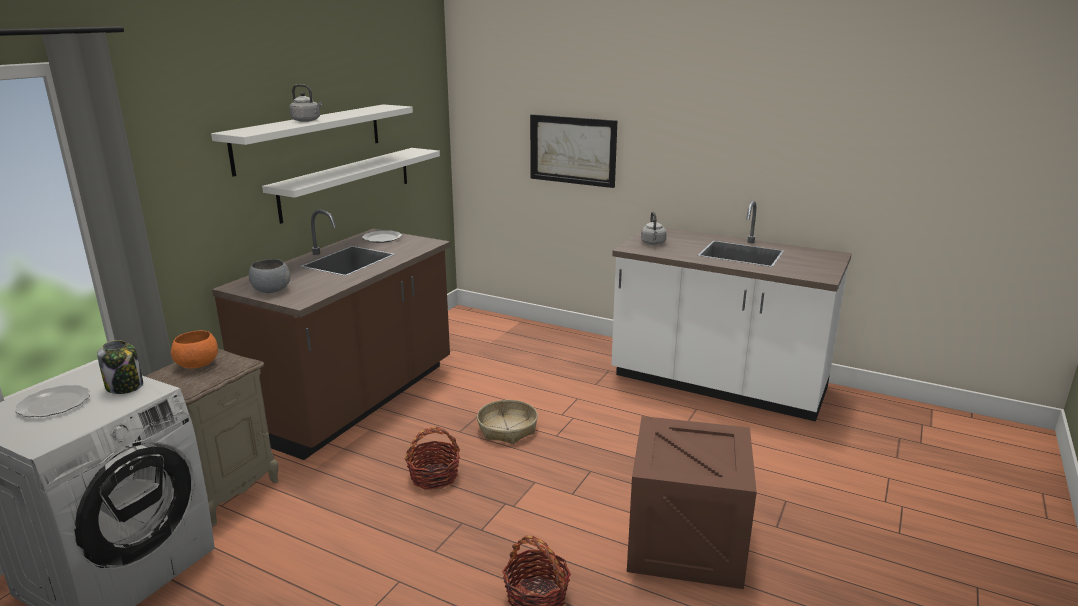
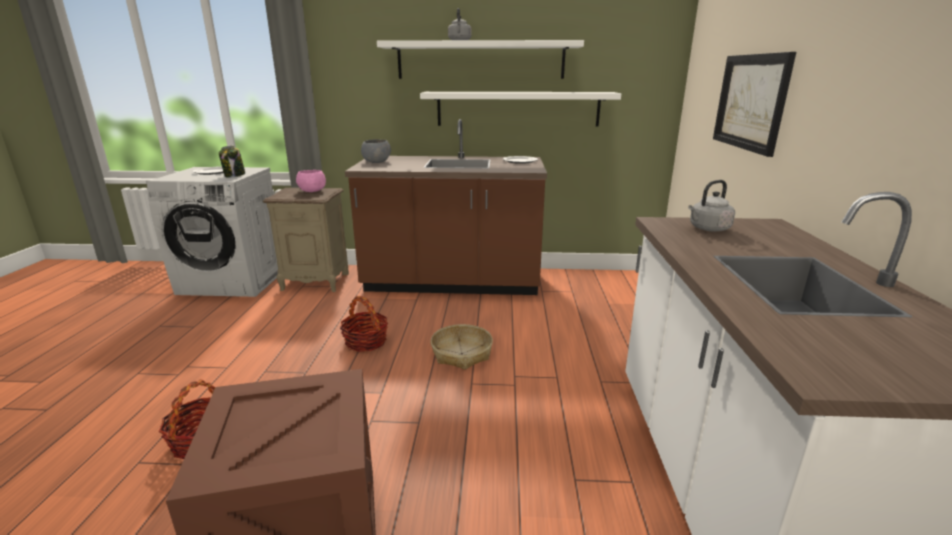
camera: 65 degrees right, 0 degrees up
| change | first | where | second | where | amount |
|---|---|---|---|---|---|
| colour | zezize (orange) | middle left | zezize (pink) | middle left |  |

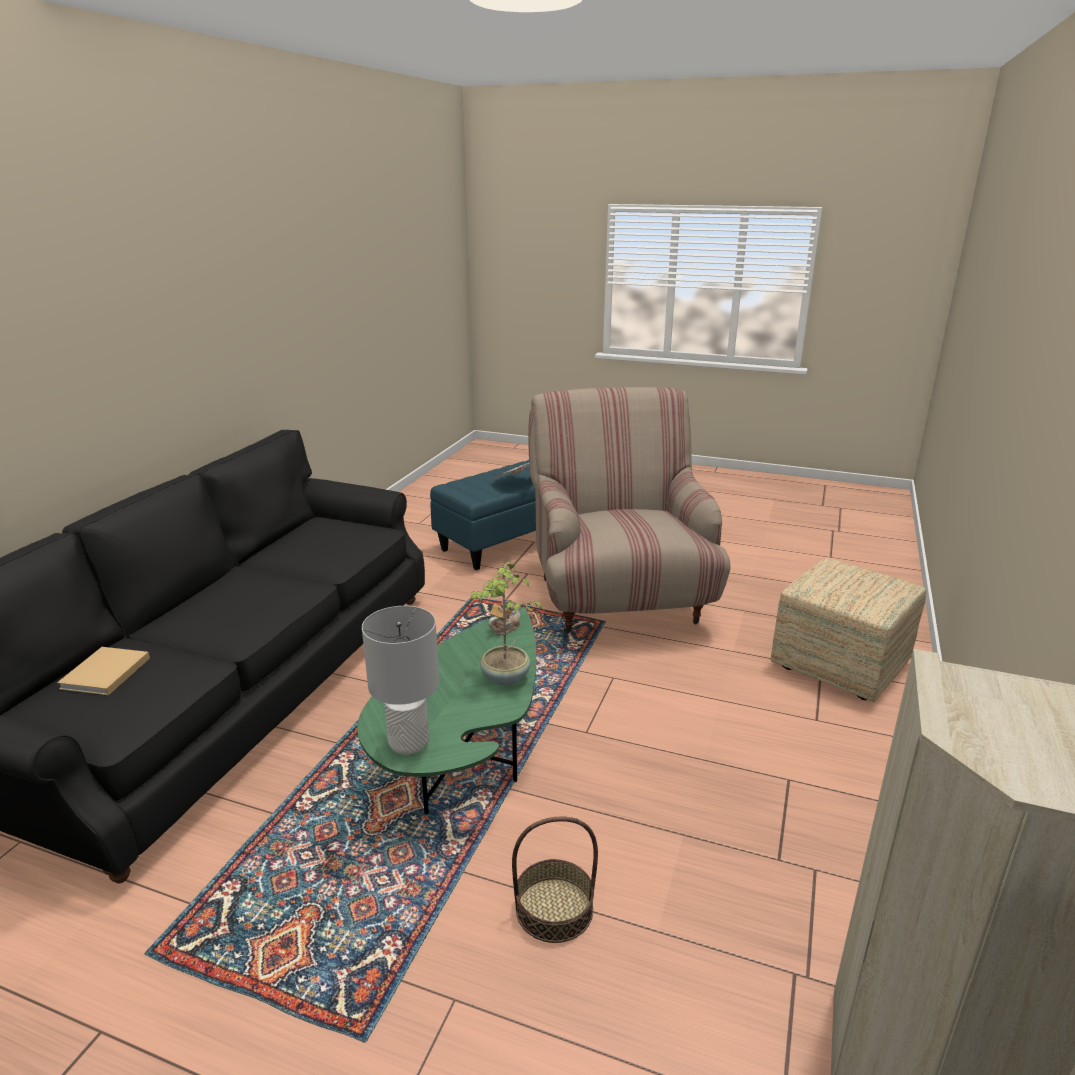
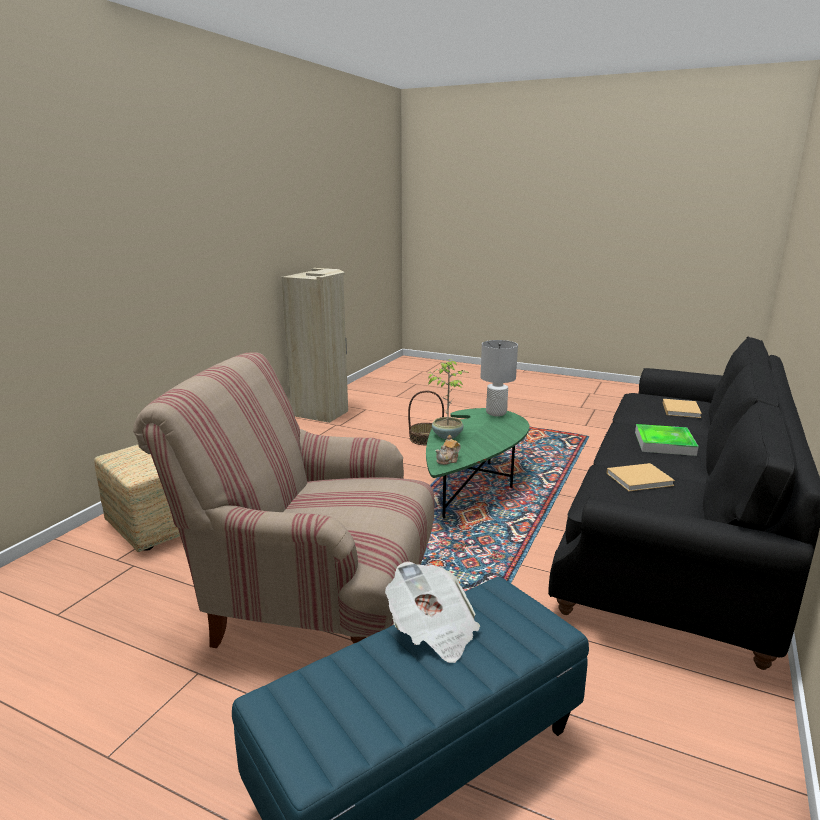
camera: 175 degrees left, 5 degrees down
| change | first | where | second | where | amount |
|---|---|---|---|---|---|
| spun | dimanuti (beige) | centre |  | centre | 105 degrees clockwise |
| appeared |  |  | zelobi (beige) (no. 1 from left) | middle right |  |
| appeared |  |  | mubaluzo | middle right |  |

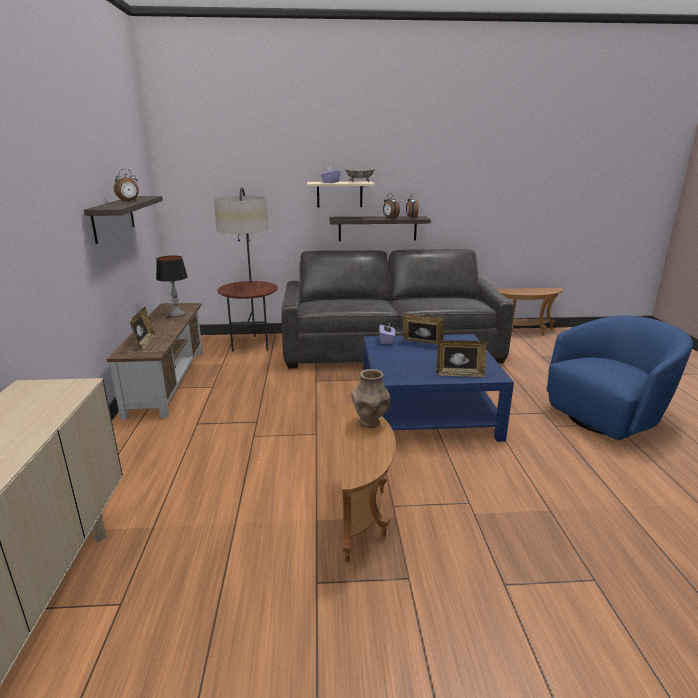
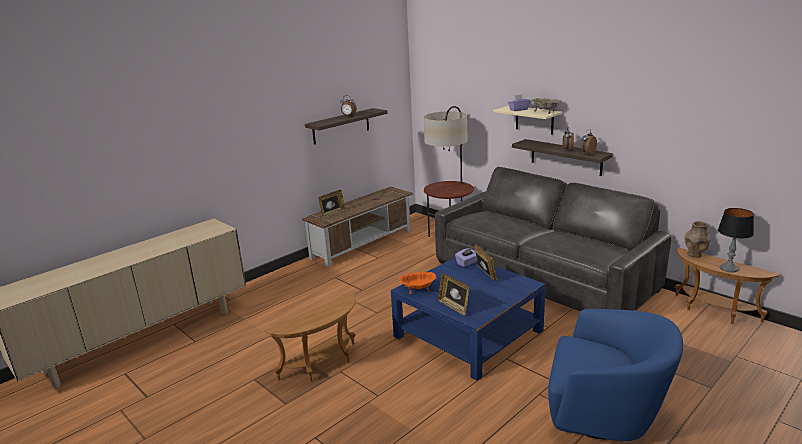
camera: 50 degrees right, 0 degrees up
| change | first | where | second | where | amount |
|---|---|---|---|---|---|
| relocated | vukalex | middle left |  | middle right |  |
| relocated | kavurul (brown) | centre |  | middle right |  |
| appeared |  |  | zezize (orange) | centre |  |

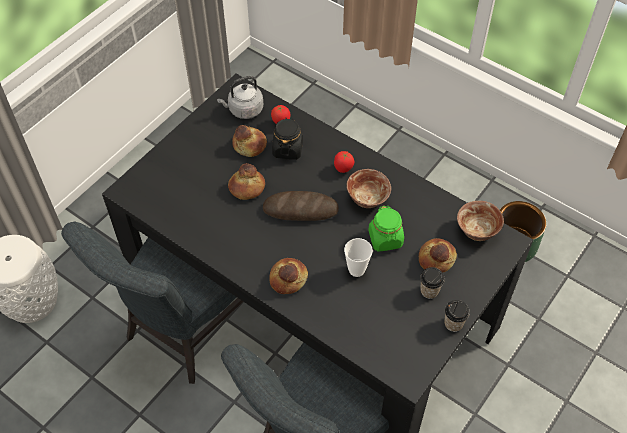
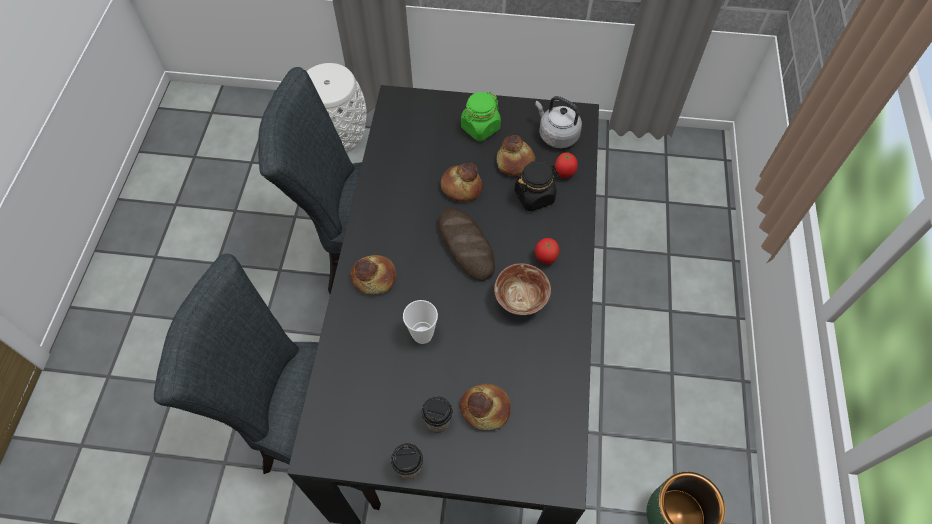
camera: 60 degrees right, 5 degrees up
| change | first | where | second | where | amount |
|---|---|---|---|---|---|
| relocated | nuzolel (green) | centre |  | top centre |  |
| missing | zezize (no. 2 from left) | middle right |  |  |  |

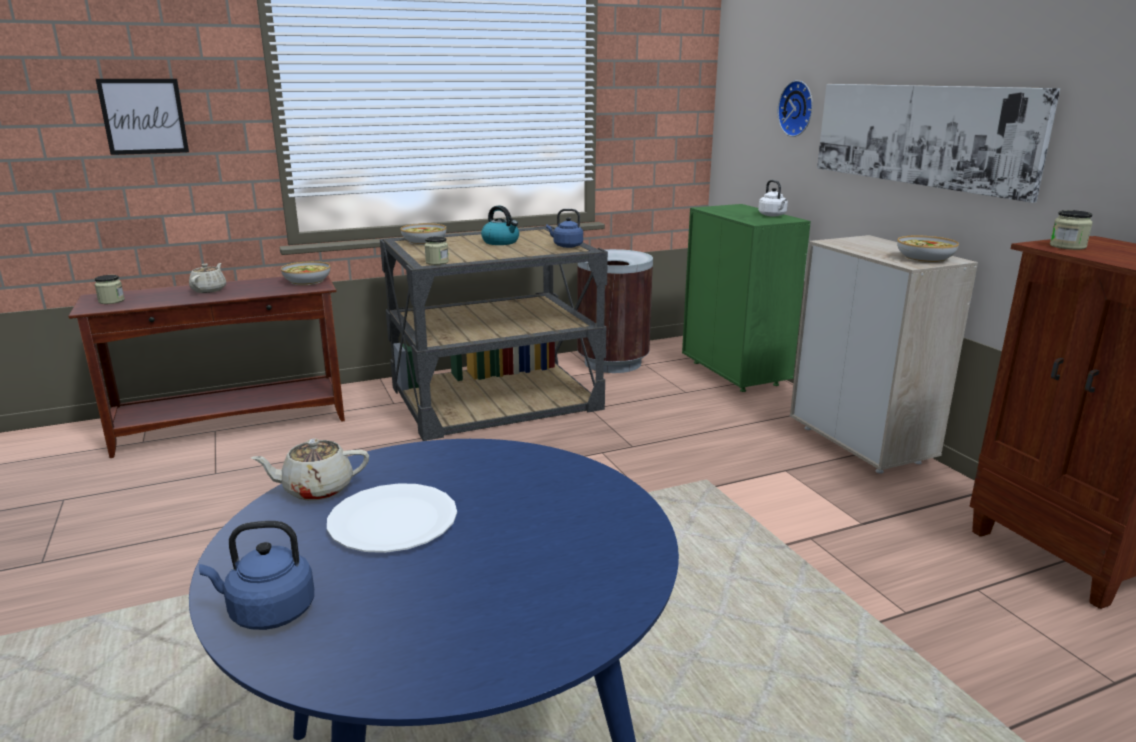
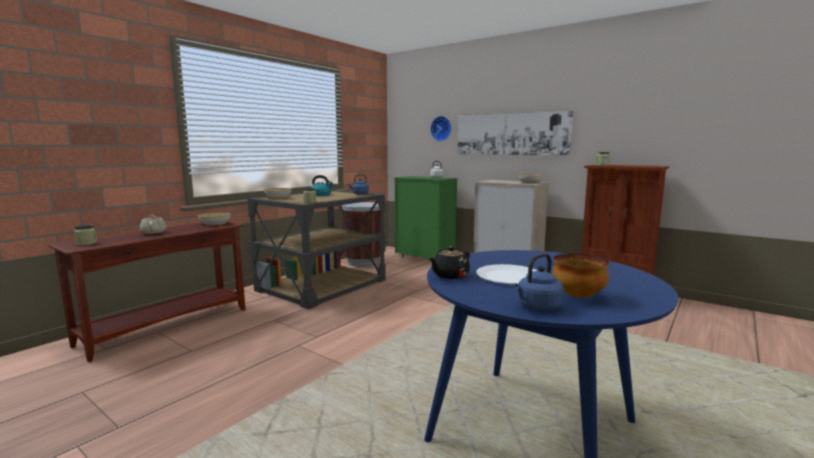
camera: 30 degrees left, 10 degrees down
| change | first | where | second | where | amount |
|---|---|---|---|---|---|
| missing | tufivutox (no. 1 from left) | top left |  |  |  |
| colour | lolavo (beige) (no. 2 from left) | middle left | lolavo (black) | centre |  |
| appeared |  |  | zezize (no. 4 from left) | middle right |  |

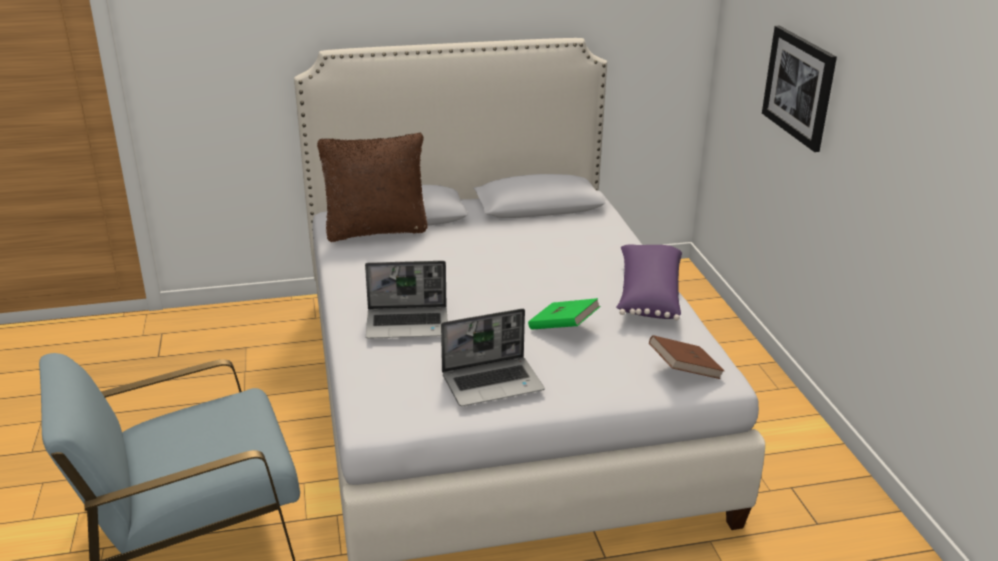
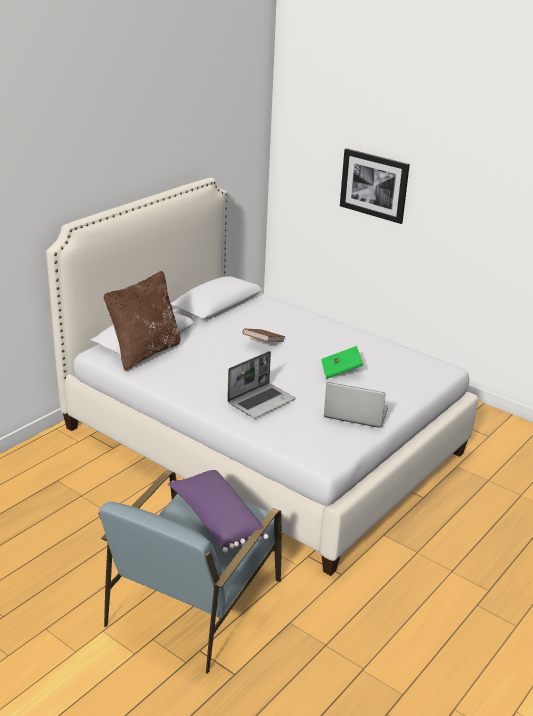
camera: 40 degrees left, 0 degrees up
| change | first | where | second | where | amount |
|---|---|---|---|---|---|
| spun | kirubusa (no. 2 from left) | centre |  | middle right | 105 degrees counterclockwise |
| relocated | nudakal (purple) | centre |  | bottom centre |  |
| relocated | zelobi (brown) | middle right |  | centre |  |

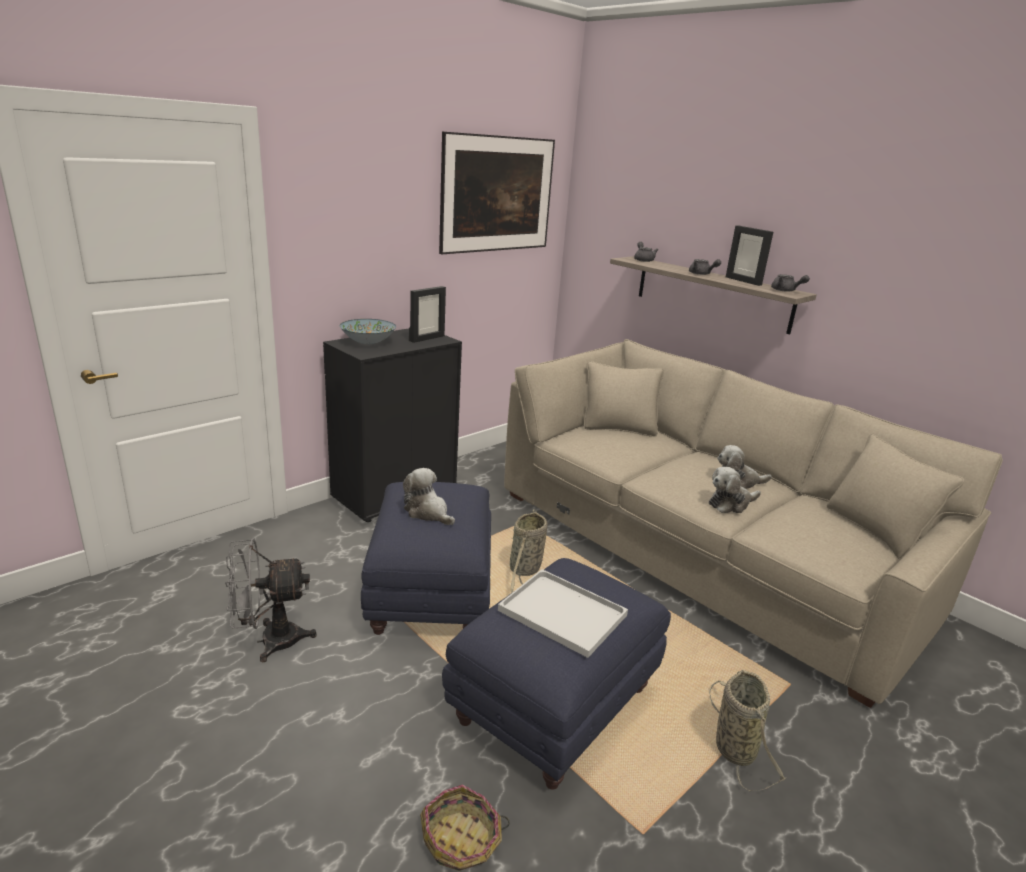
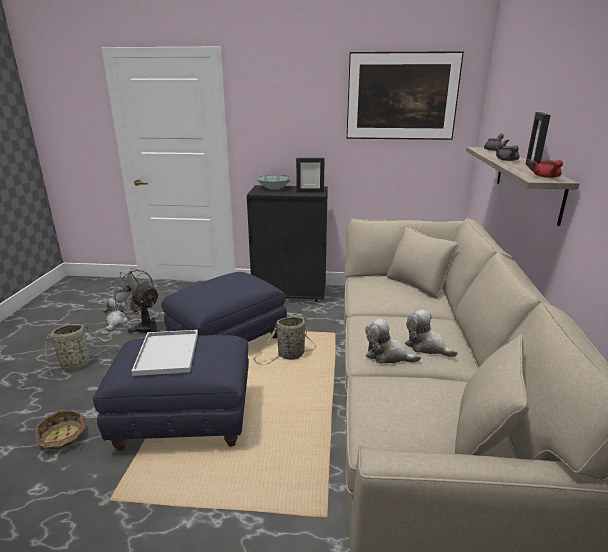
camera: 50 degrees right, 0 degrees up
| change | first | where | second | where | amount |
|---|---|---|---|---|---|
| relocated | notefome (no. 1 from left) | centre |  | middle left |  |
| relocated | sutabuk (no. 3 from left in the first image) | bottom right | sutabuk (no. 2 from left) | middle left |  |
| colour | lolavo (grey) (no. 3 from left) | top right | lolavo (red) | top right |  |

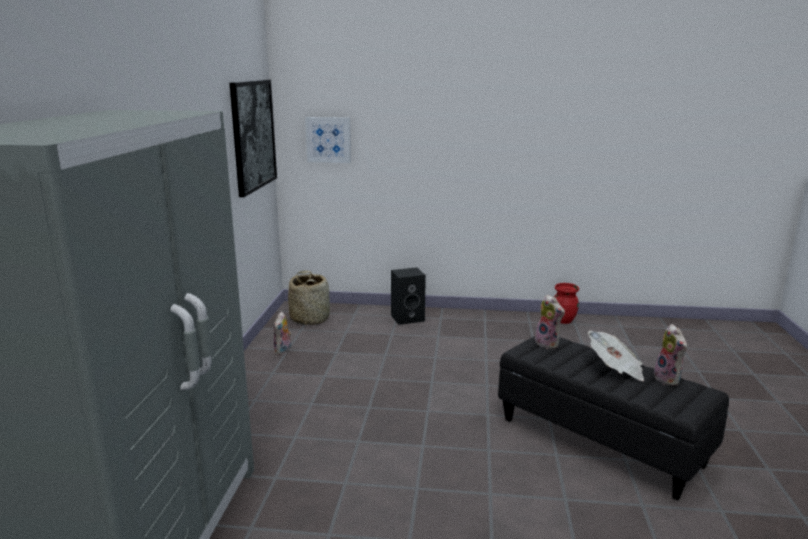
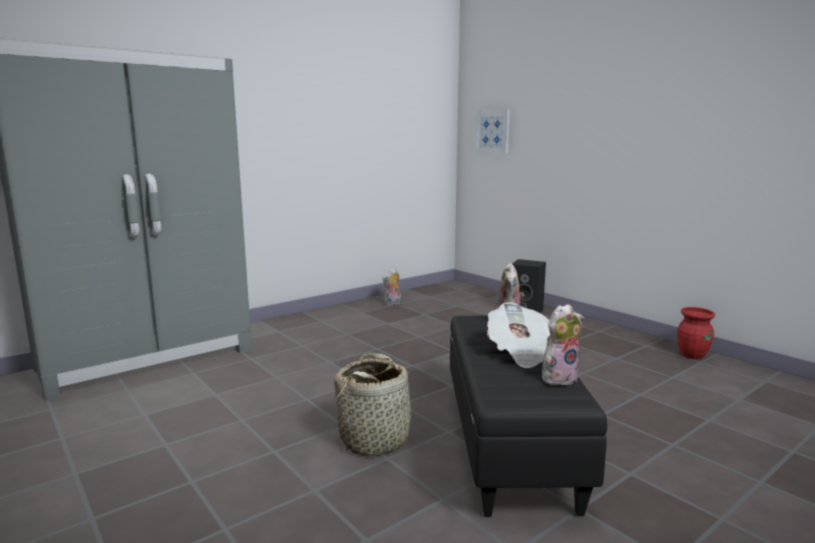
camera: 45 degrees right, 5 degrees down
| change | first | where | second | where | amount |
|---|---|---|---|---|---|
| missing | tufivutox (no. 1 from left) | top left |  |  |  |
| relocated | sutabuk | centre |  | bottom centre |  |
| spun | notefome (no. 3 from left) | middle right |  | middle right | 150 degrees counterclockwise |

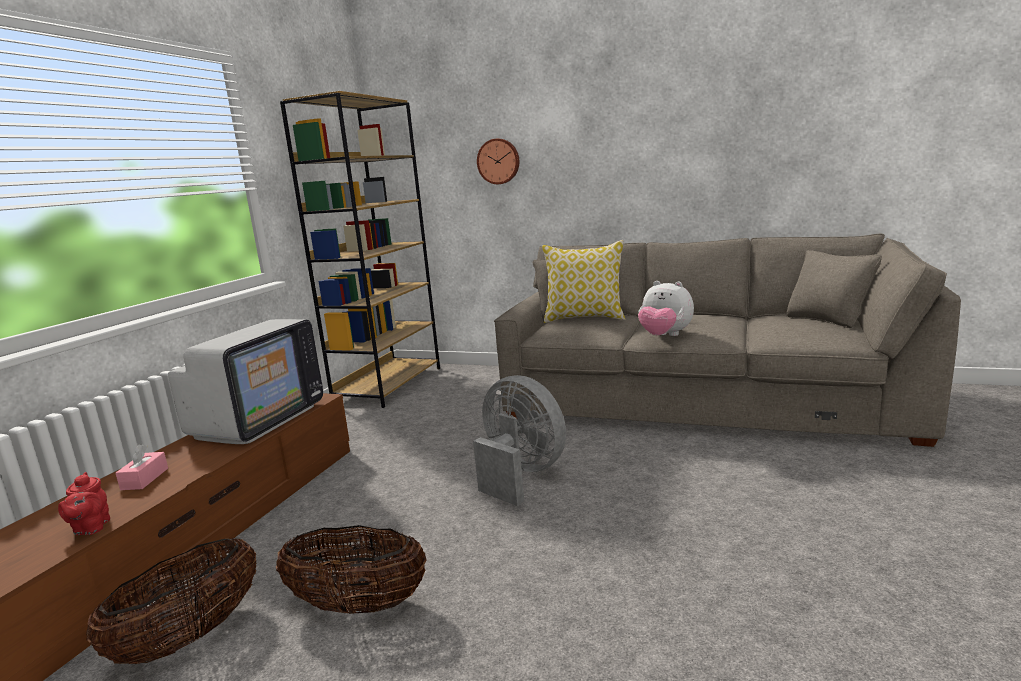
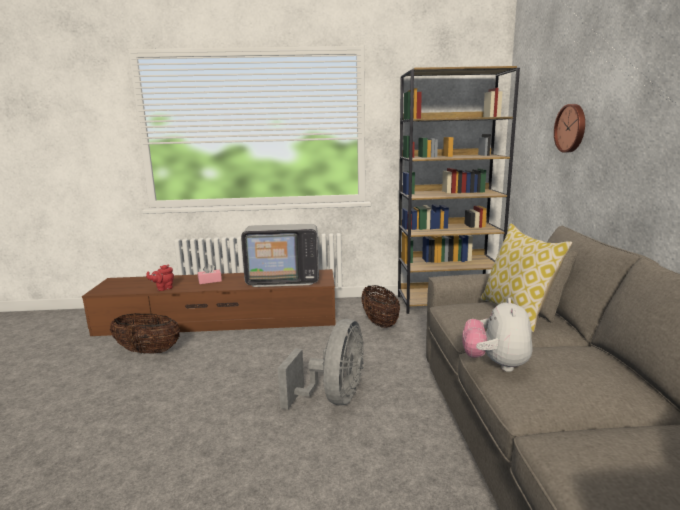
camera: 65 degrees right, 0 degrees up
| change | first | where | second | where | amount |
|---|---|---|---|---|---|
| relocated | sutabuk (no. 2 from left) | bottom centre |  | centre |  |

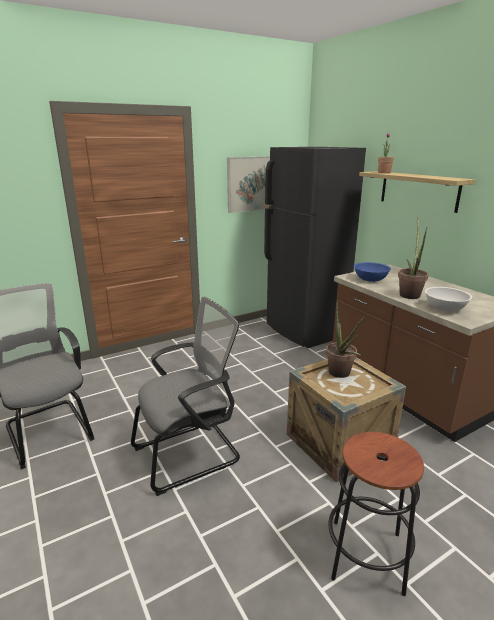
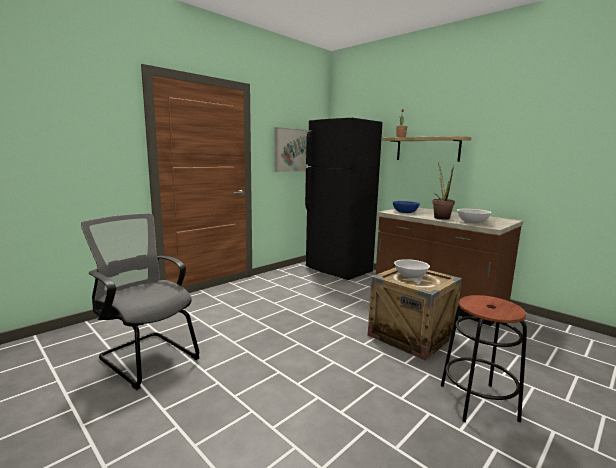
camera: 15 degrees left, 10 degrees down
| change | first | where | second | where | amount |
|---|---|---|---|---|---|
| missing | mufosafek (no. 2 from left) | centre |  |  |  |
| exchanged | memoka (no. 1 from left) | middle right | zezize (white) (no. 1 from left) | middle right |  |

